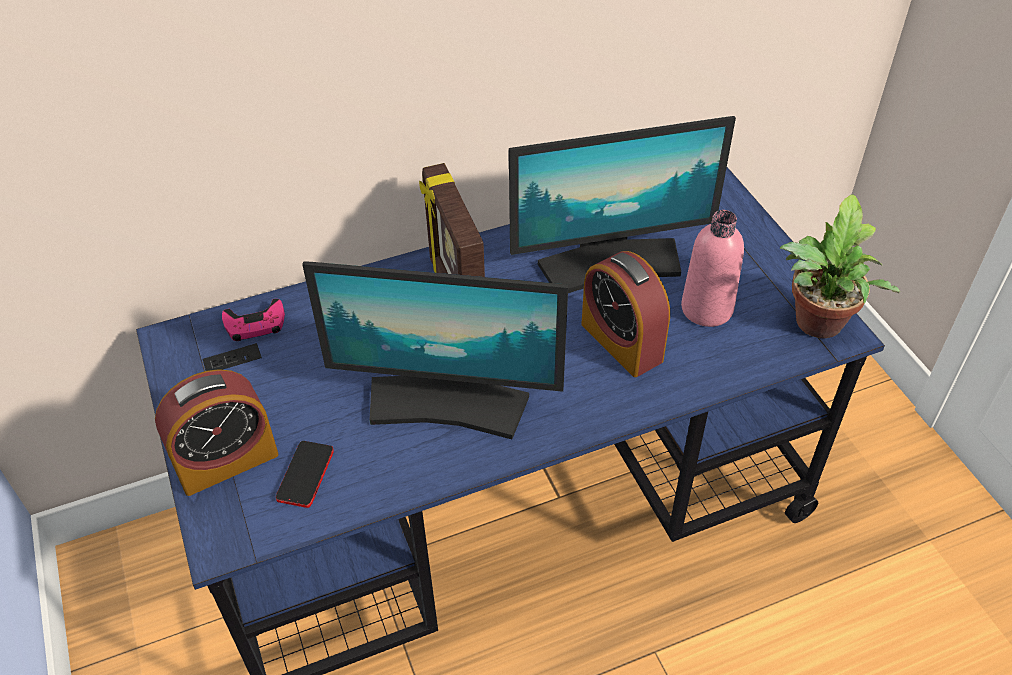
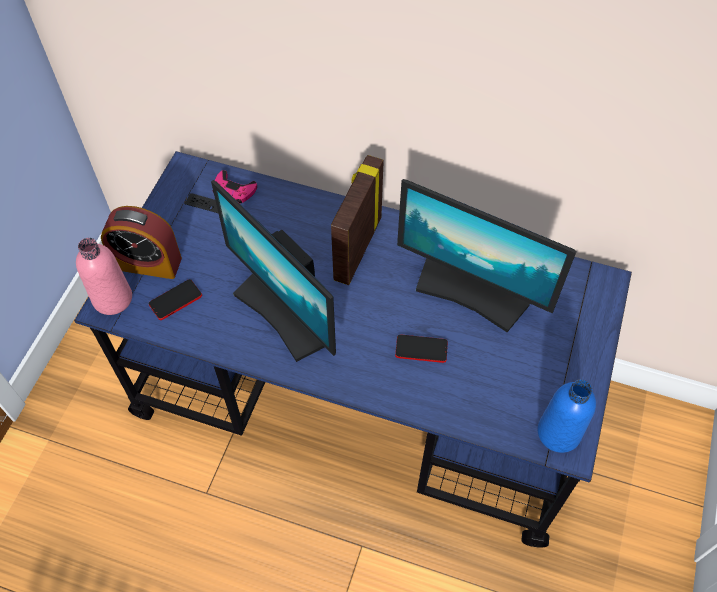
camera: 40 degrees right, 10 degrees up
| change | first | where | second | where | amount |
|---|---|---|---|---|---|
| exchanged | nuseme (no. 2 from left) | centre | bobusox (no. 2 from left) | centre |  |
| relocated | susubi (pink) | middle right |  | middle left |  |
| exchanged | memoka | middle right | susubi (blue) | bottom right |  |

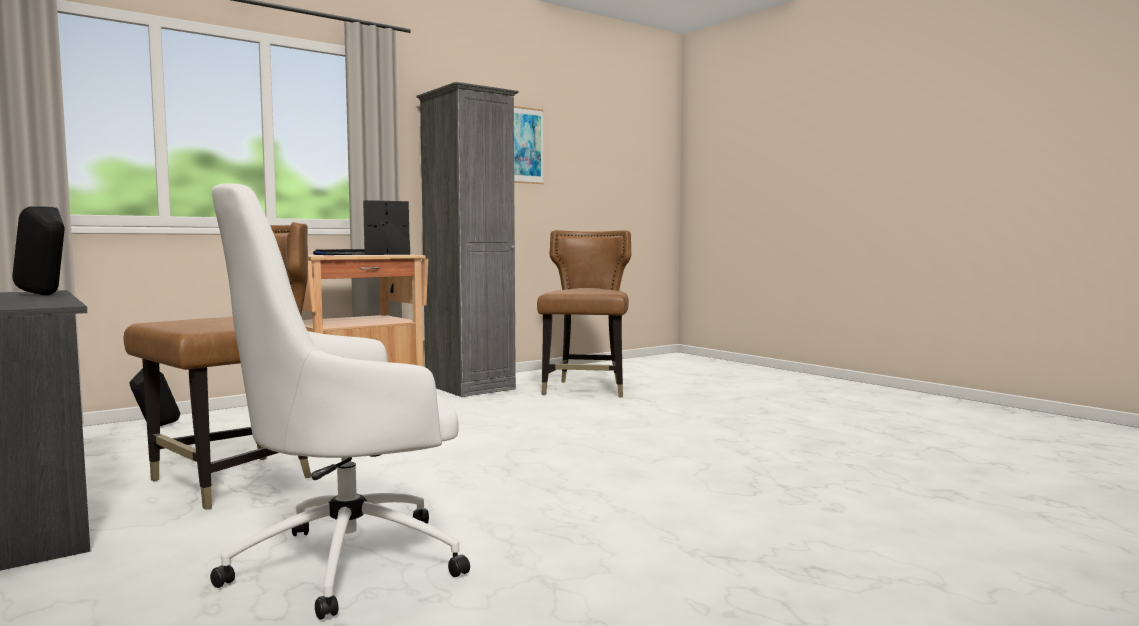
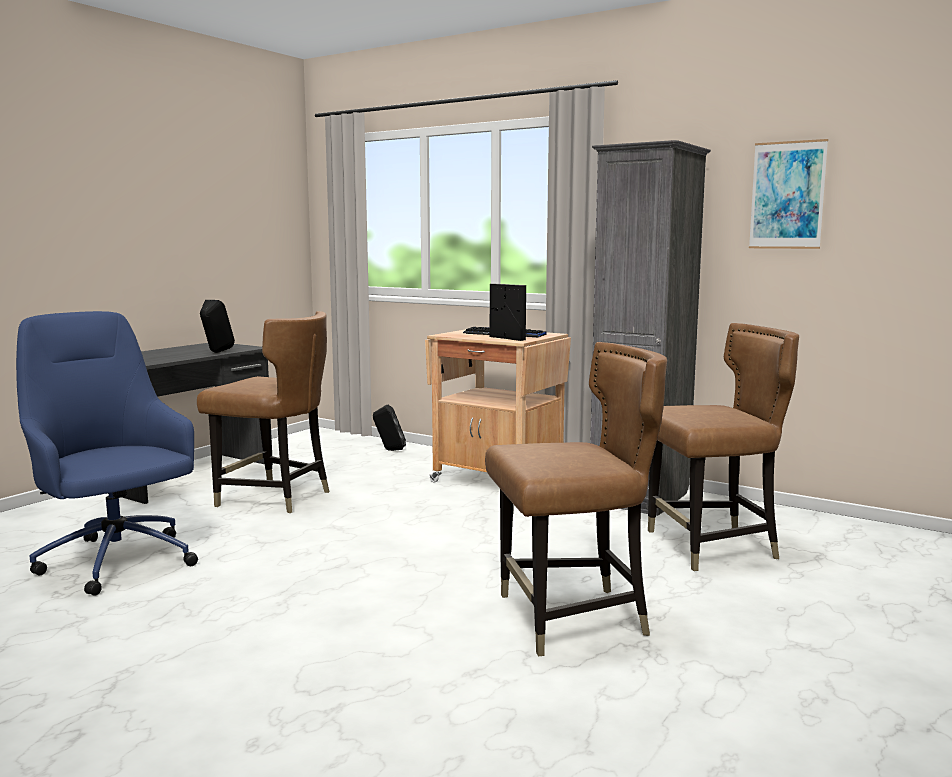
camera: 70 degrees right, 5 degrees up
| change | first | where | second | where | amount |
|---|---|---|---|---|---|
| colour | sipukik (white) | middle left | sipukik (blue) | middle left |  |
| appeared |  |  | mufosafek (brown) (no. 2 from left) | centre |  |

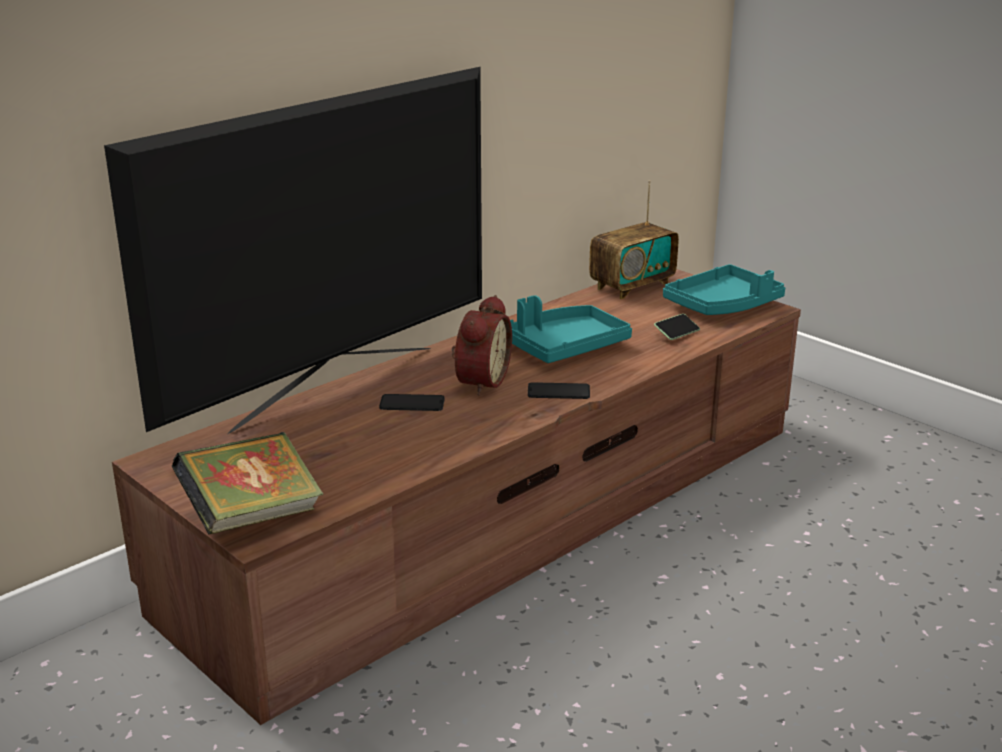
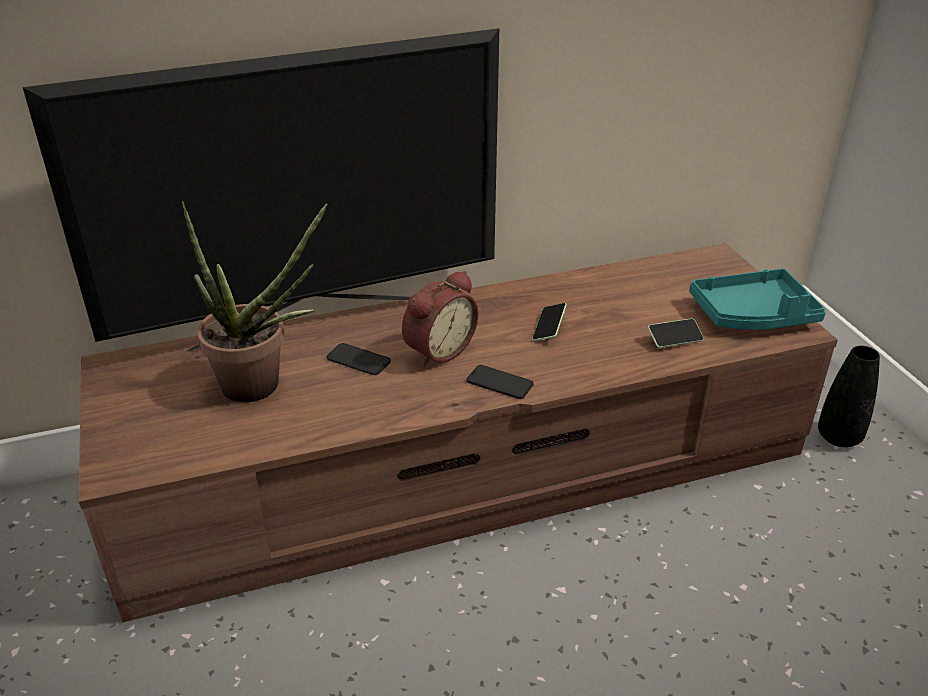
camera: 25 degrees right, 10 degrees up
| change | first | where | second | where | amount |
|---|---|---|---|---|---|
| missing | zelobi | middle left |  |  |  |
| exchanged | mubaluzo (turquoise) (no. 1 from left) | centre | bobusox (no. 3 from left) | centre |  |
| missing | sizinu | top centre |  |  |  |
| appeared |  |  | memoka | middle left |  |
| appeared |  |  | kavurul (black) | middle right |  |

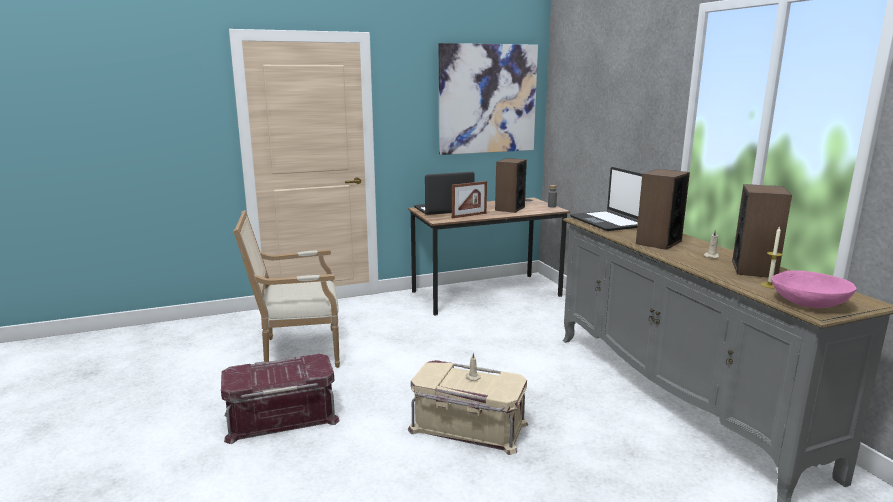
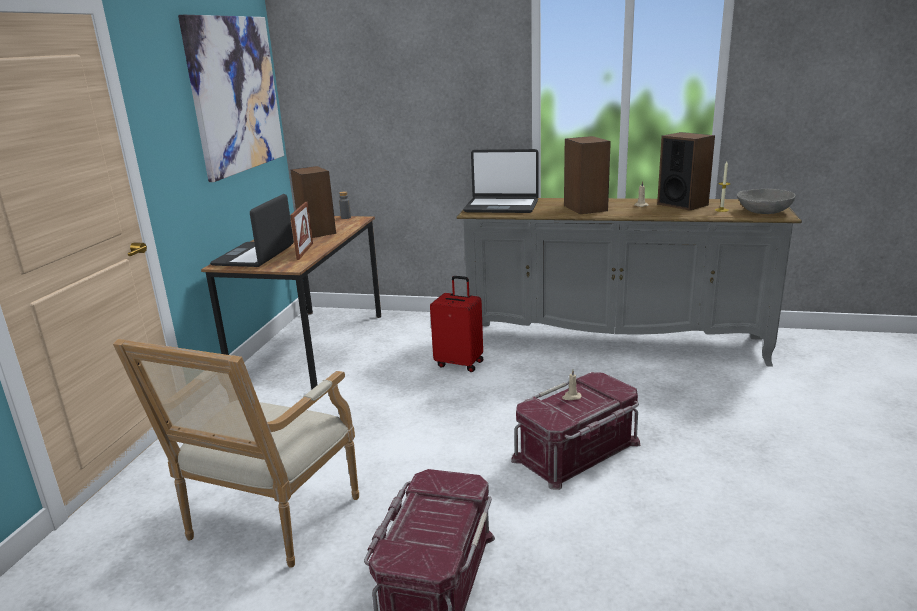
camera: 55 degrees left, 5 degrees up
| change | first | where | second | where | amount |
|---|---|---|---|---|---|
| colour | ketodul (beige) | bottom centre | ketodul (red) (no. 2 from left) | bottom centre |  |
| colour | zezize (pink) | middle right | zezize (grey) | top right |  |
| appeared |  |  | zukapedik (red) | centre |  |

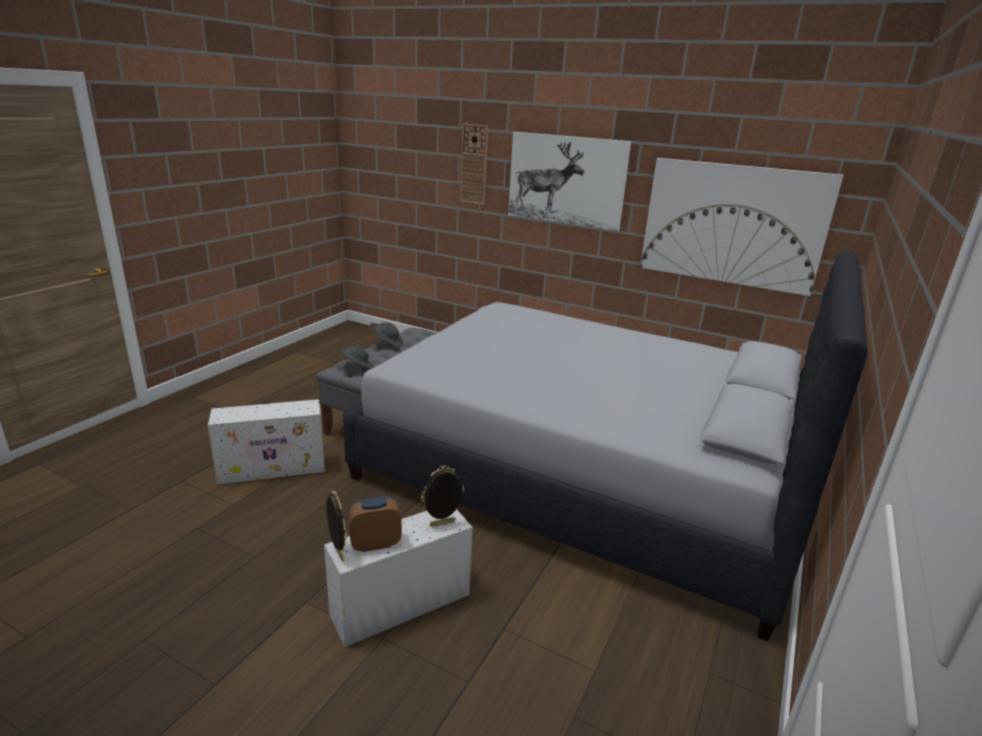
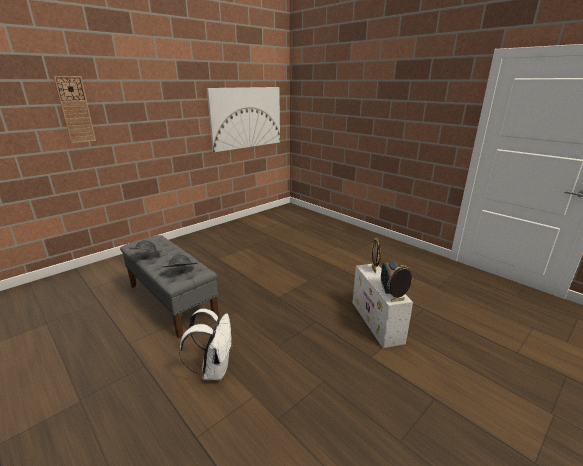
camera: 70 degrees left, 0 degrees up
| change | first | where | second | where | amount |
|---|---|---|---|---|---|
| exchanged | ketodul (white) (no. 1 from left) | middle left | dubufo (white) | bottom centre |  |
| missing | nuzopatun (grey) | centre |  |  |  |
| missing | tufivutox (no. 1 from left) | top centre |  |  |  |

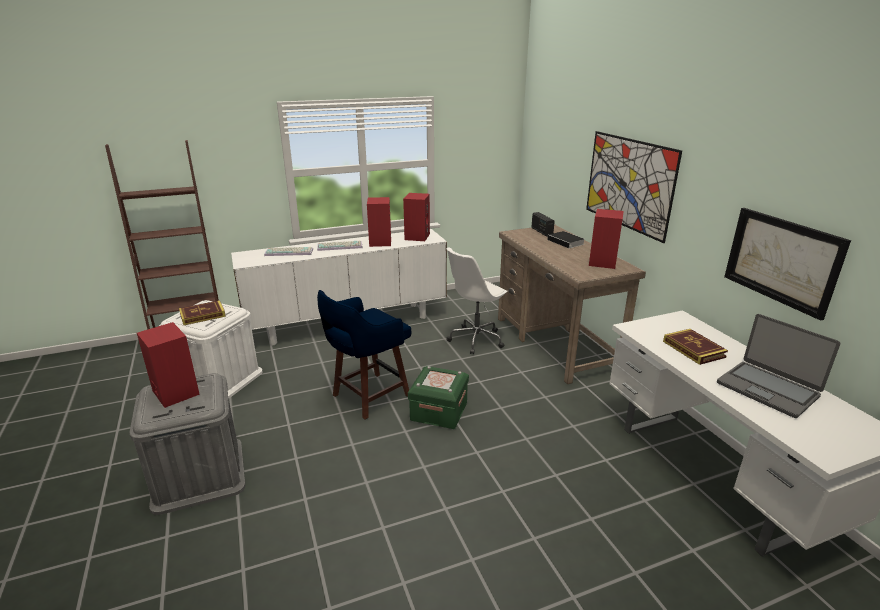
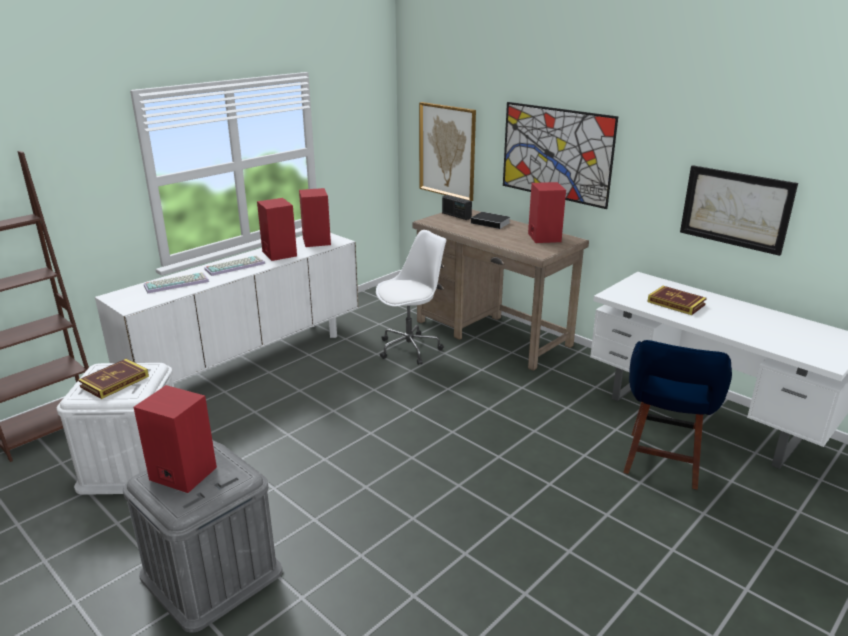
camera: 25 degrees left, 0 degrees up
| change | first | where | second | where | amount |
|---|---|---|---|---|---|
| relocated | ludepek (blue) | centre |  | middle right |  |
| missing | ketodul (green) | centre |  |  |  |
| spun | sipukik (white) | centre |  | centre | 150 degrees counterclockwise |
| missing | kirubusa | middle right |  |  |  |
| appeared |  |  | tufivutox (no. 1 from left) | top centre |  |

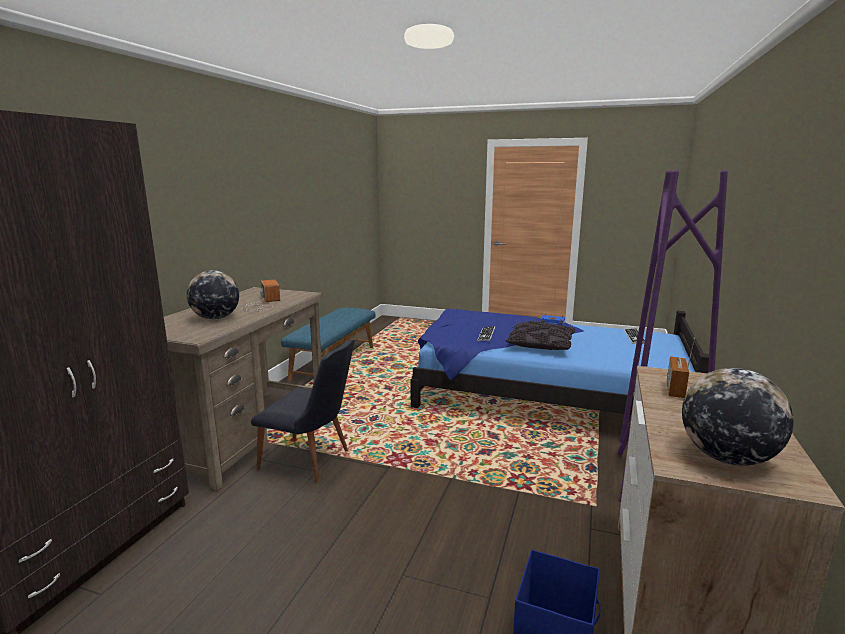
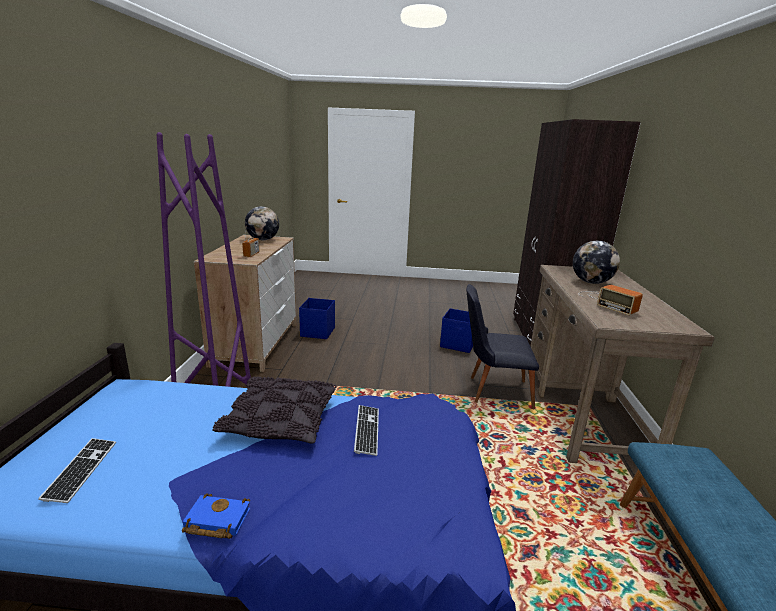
camera: 165 degrees right, 5 degrees up
| change | first | where | second | where | amount |
|---|---|---|---|---|---|
| appeared |  |  | ketodul (blue) (no. 2 from left) | centre |  |

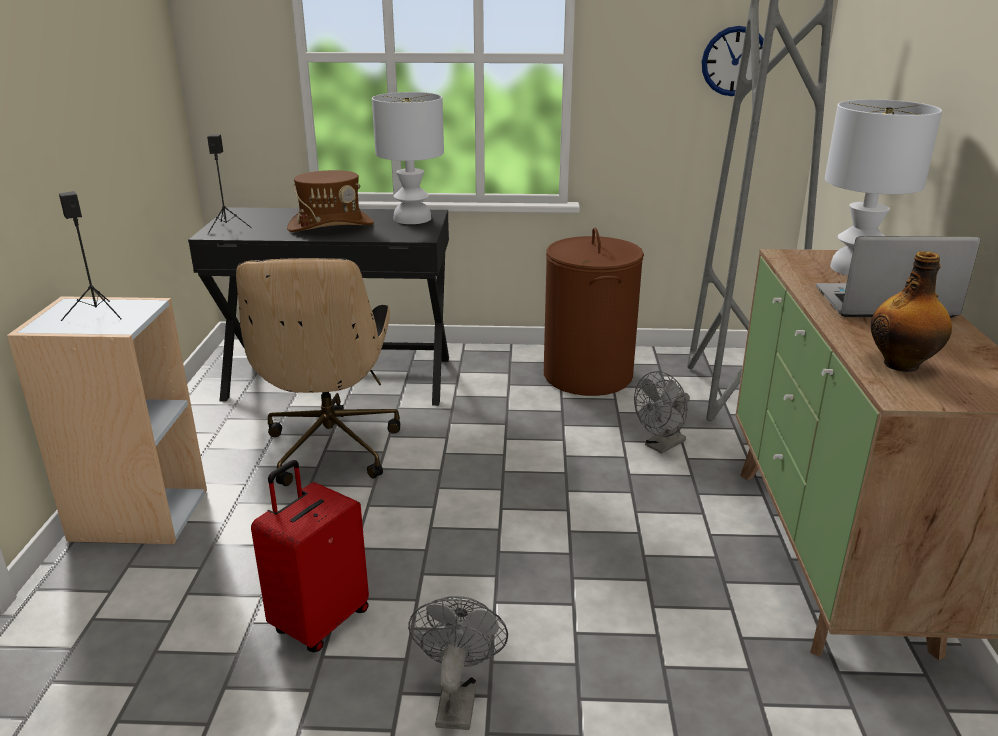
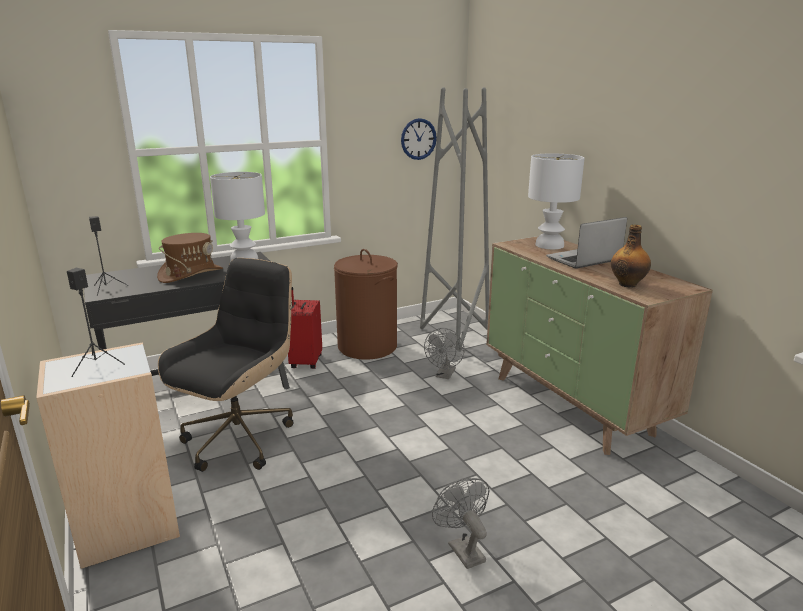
camera: 30 degrees left, 5 degrees down
| change | first | where | second | where | amount |
|---|---|---|---|---|---|
| spun | sipukik (black) | middle left |  | middle left | 120 degrees counterclockwise |
| relocated | zukapedik (red) | bottom left |  | centre |  |

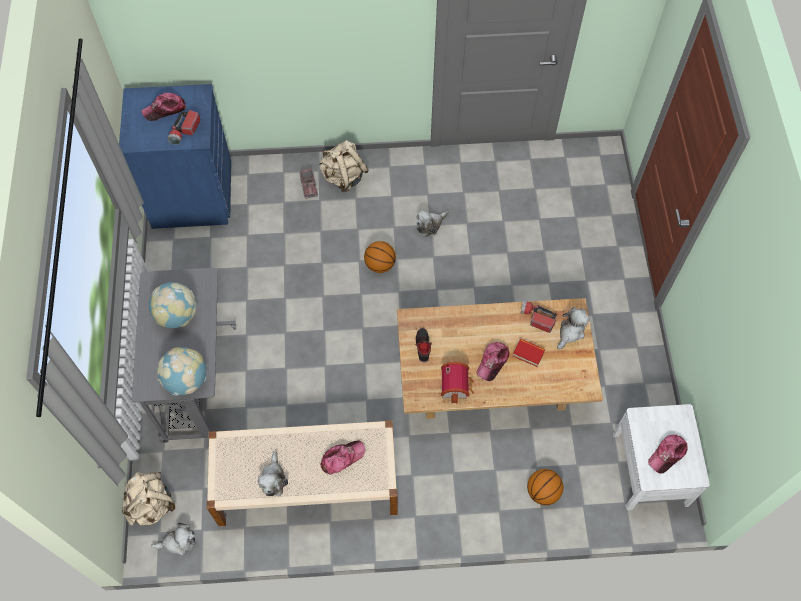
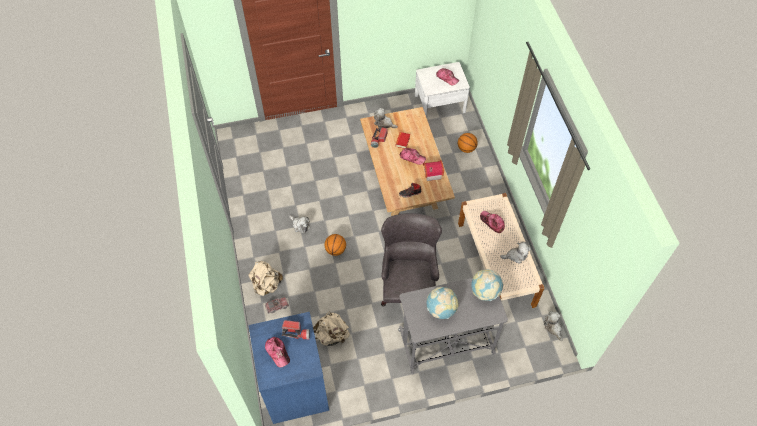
camera: 100 degrees left, 5 degrees down
| change | first | where | second | where | amount |
|---|---|---|---|---|---|
| relocated | dubufo (beige) (no. 1 from left in the first image) | bottom left | dubufo (beige) (no. 2 from left) | bottom centre |  |
| appeared |  |  | sipukik (grey) | centre |  |

